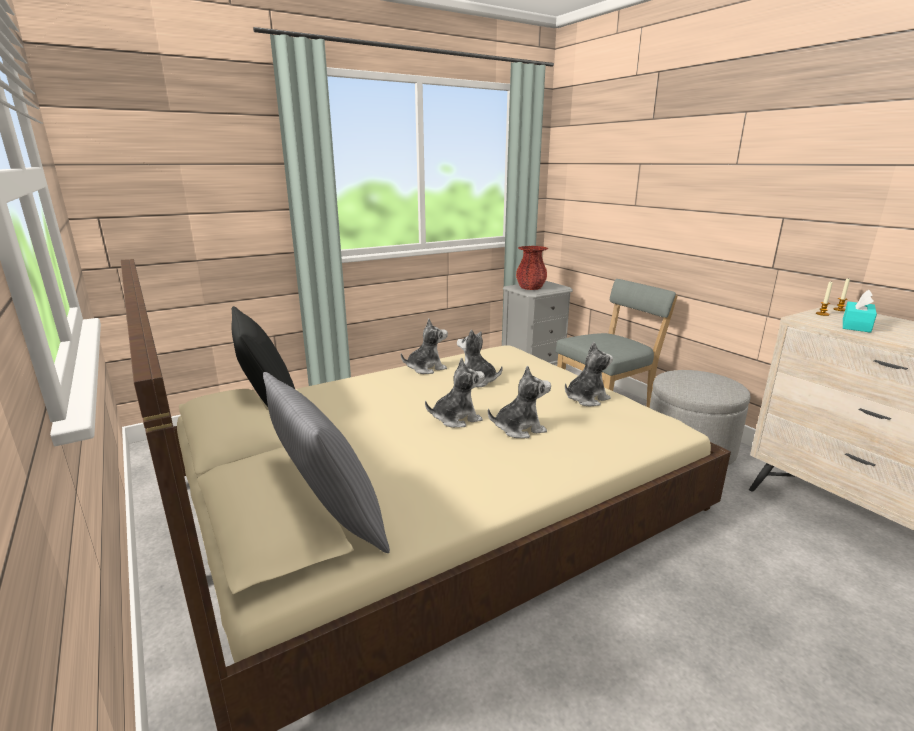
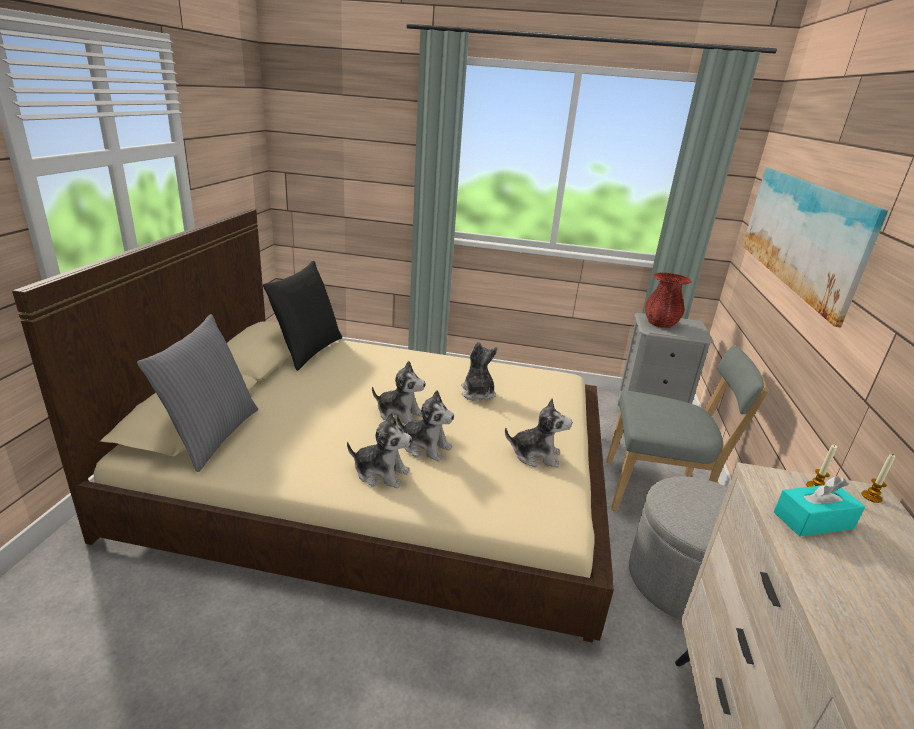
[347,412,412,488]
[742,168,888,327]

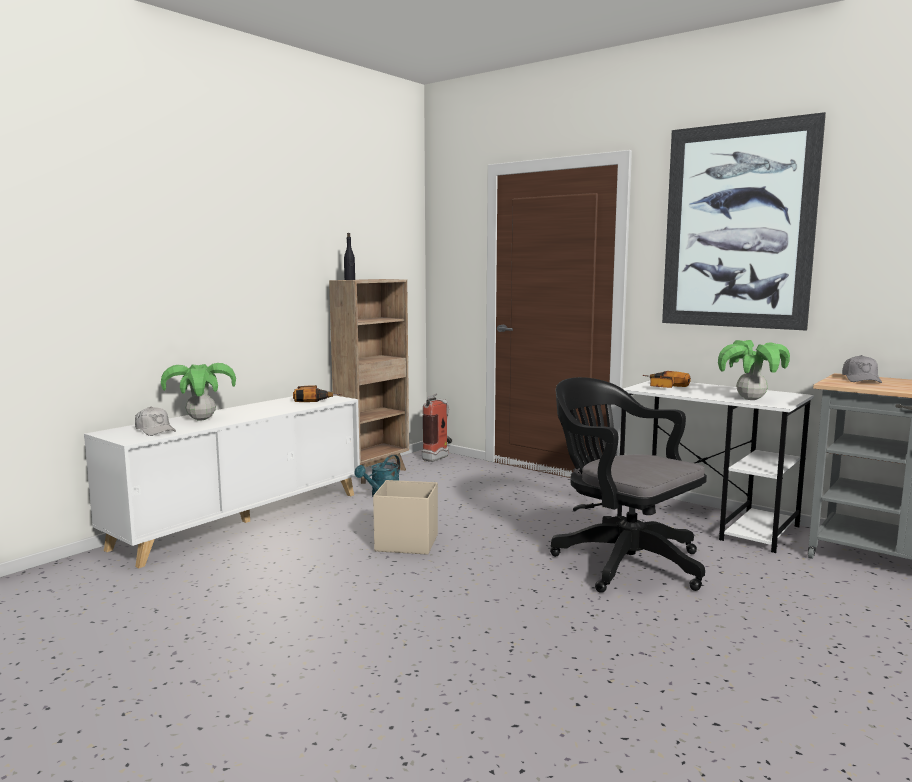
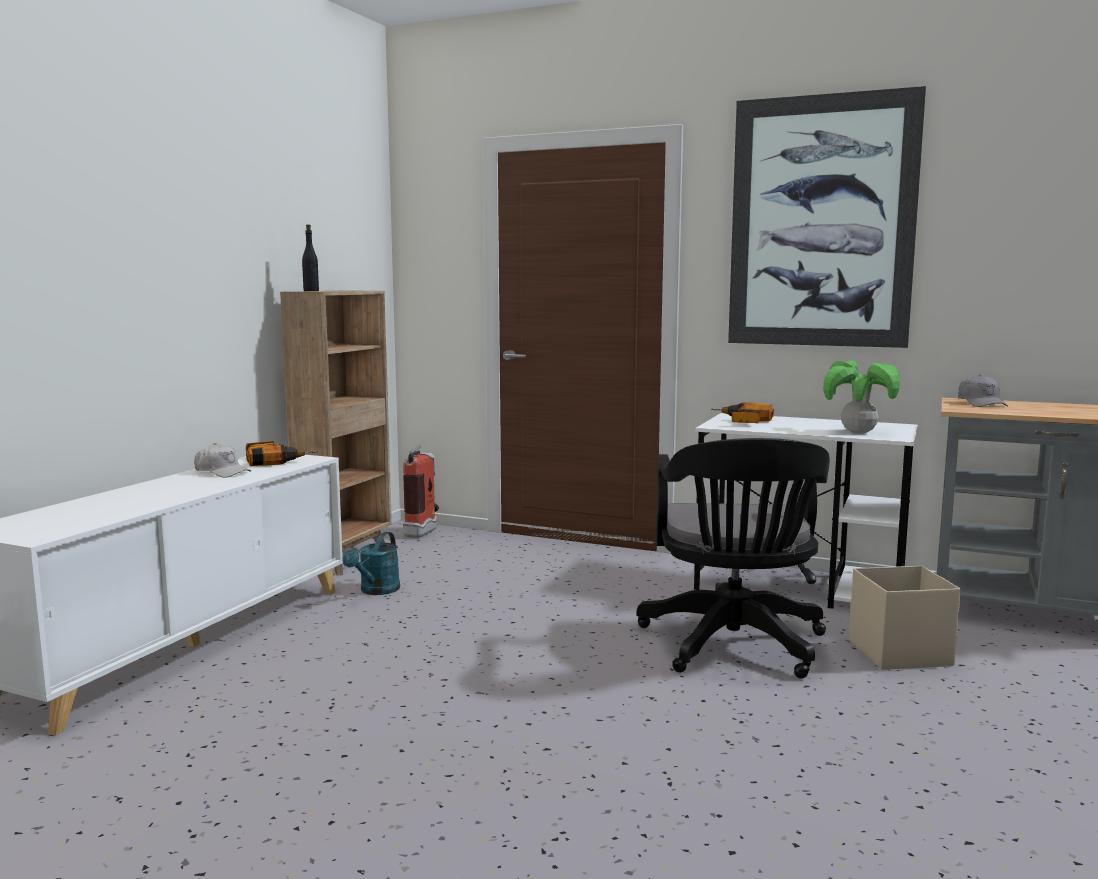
[194,443,251,478]
[161,363,236,420] (first image)
[849,566,961,670]
[637,438,830,679]

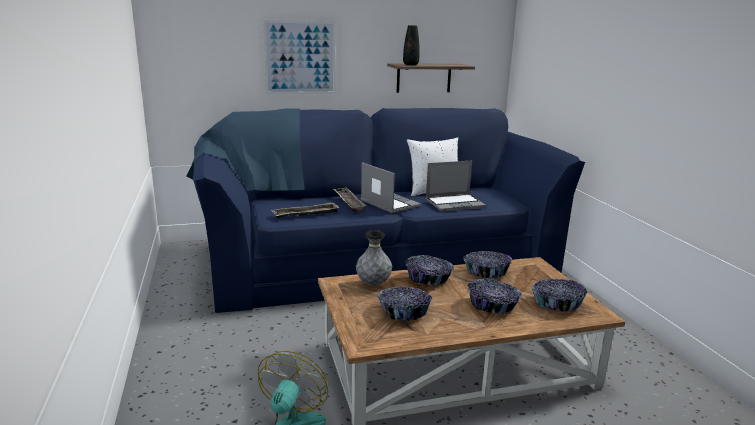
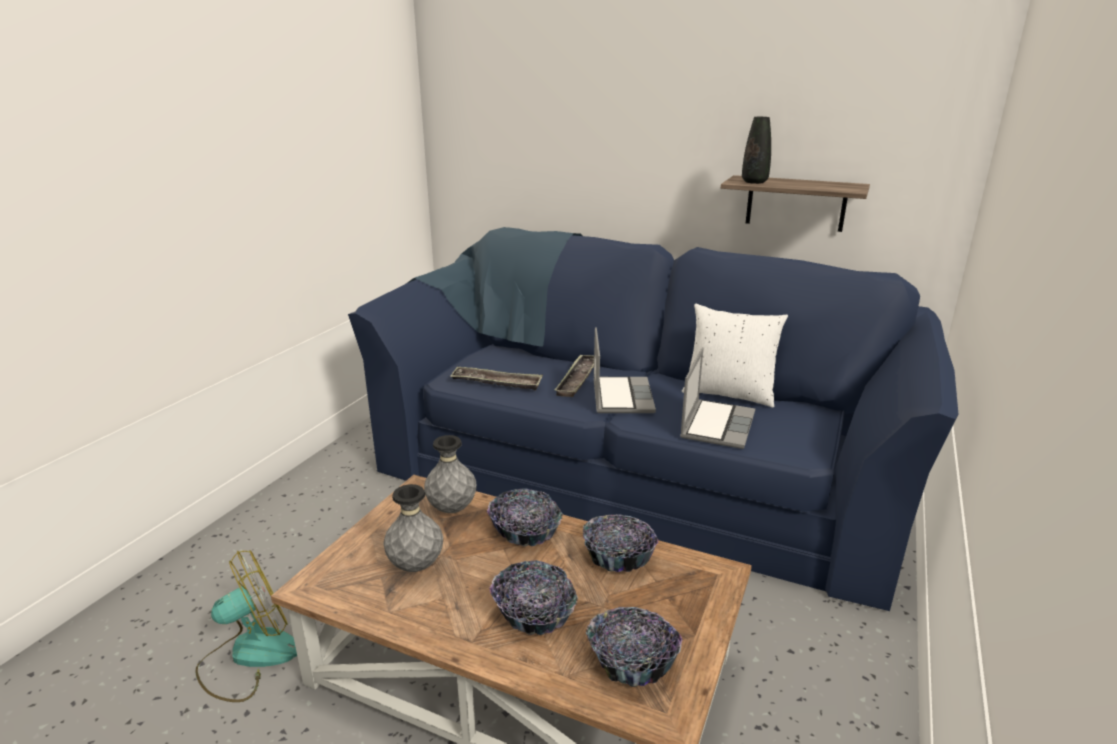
[263,20,335,94] (first image)
[383,484,443,572]
[680,347,755,449]

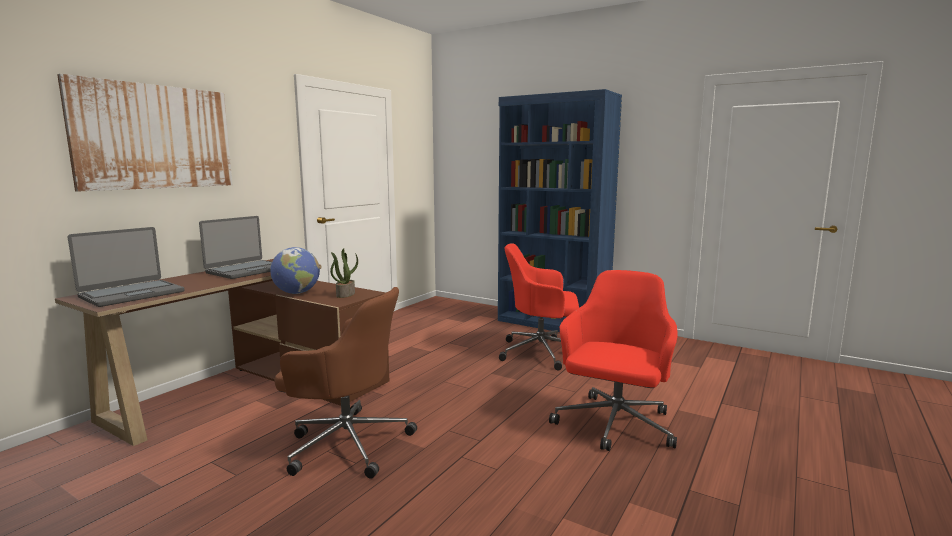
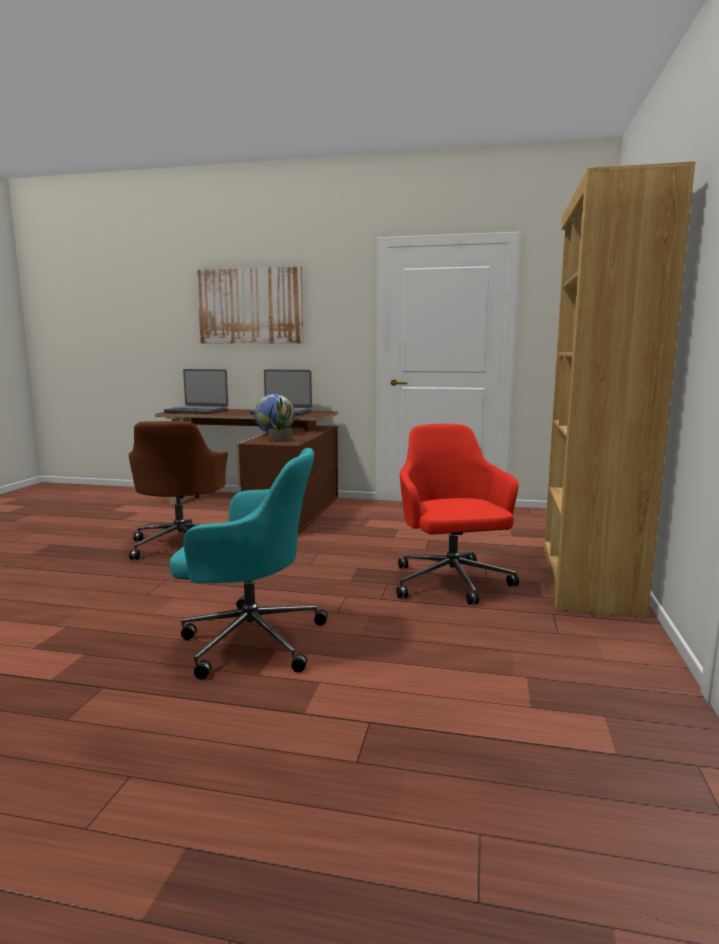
[544,161,695,618]
[169,448,328,680]

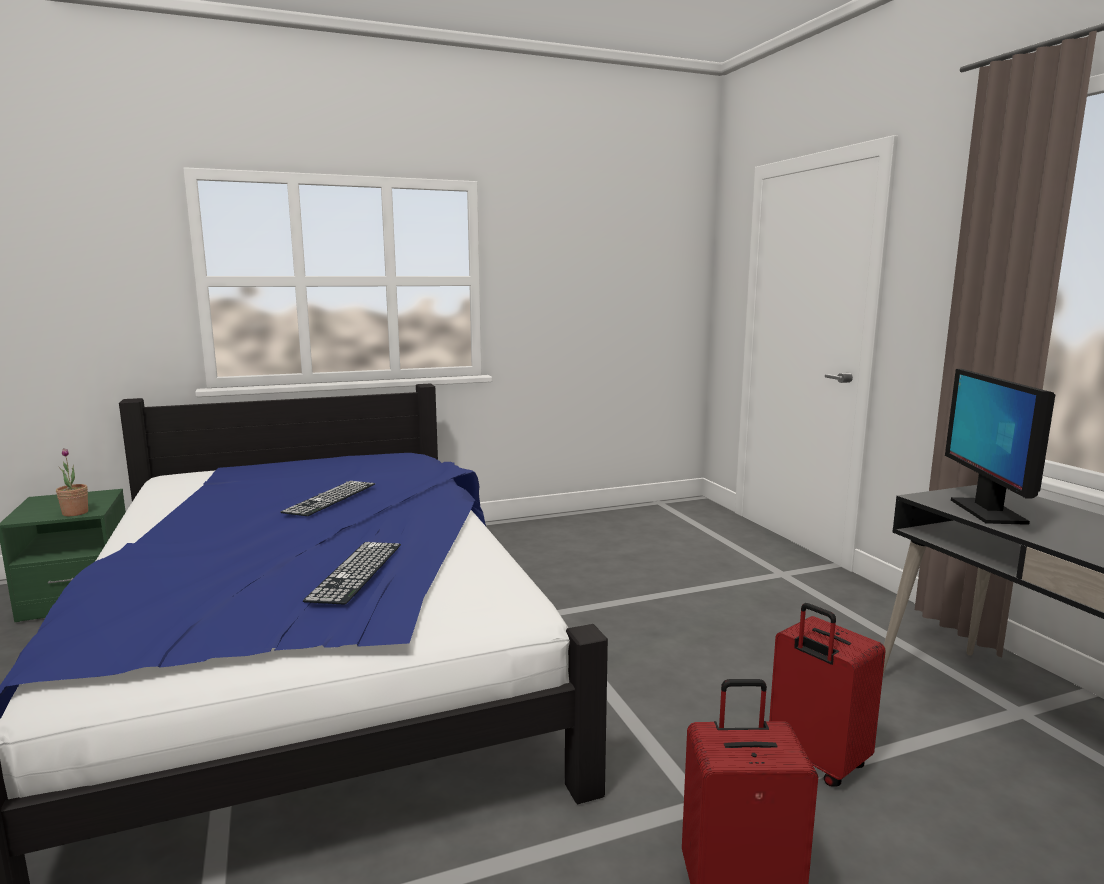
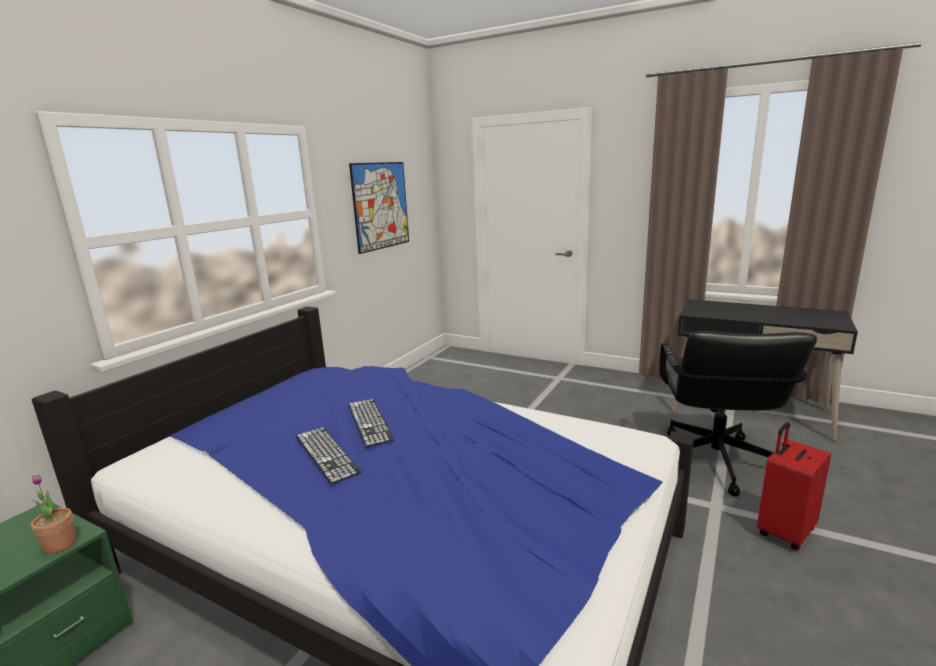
[296,427,362,484]
[659,331,817,497]
[945,369,1055,525] (first image)
[349,162,409,254]

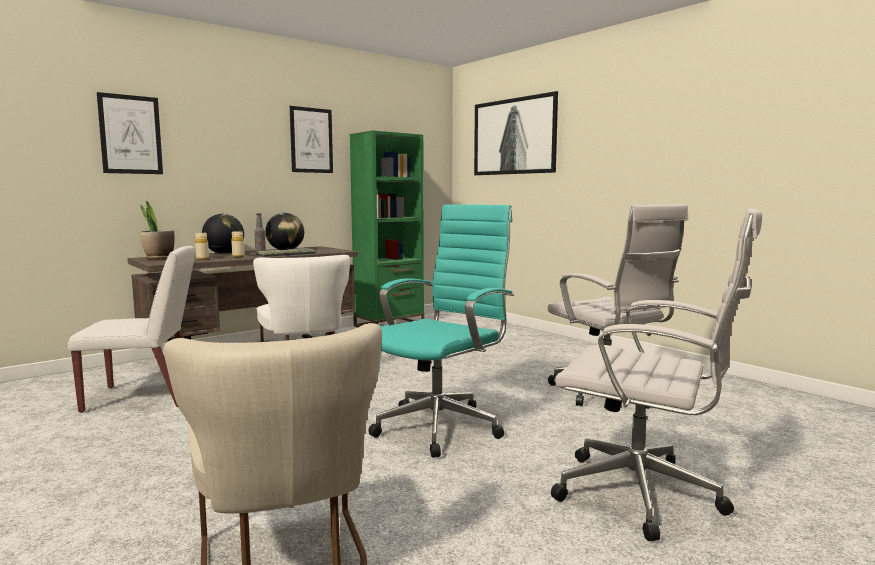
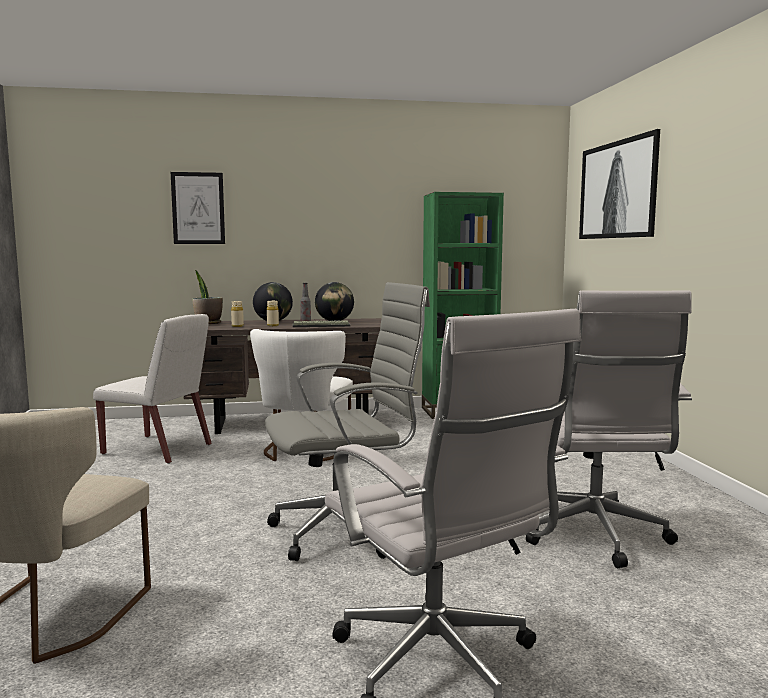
[290,106,333,173] (first image)
[265,282,430,561]

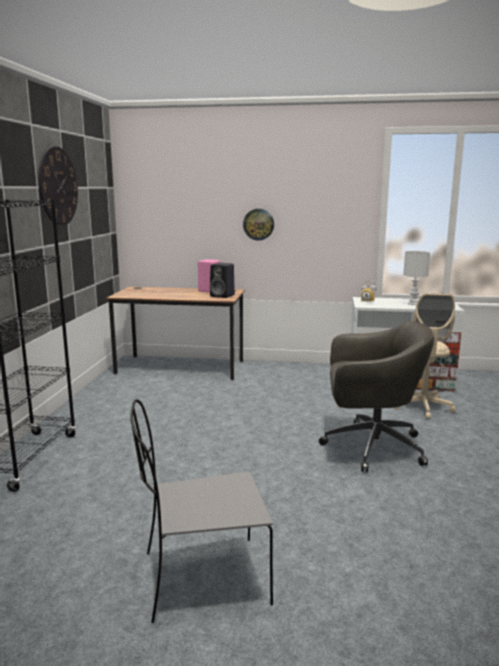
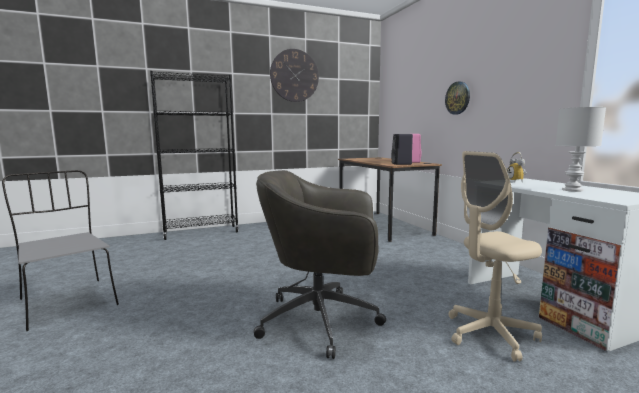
[254,170,386,359]

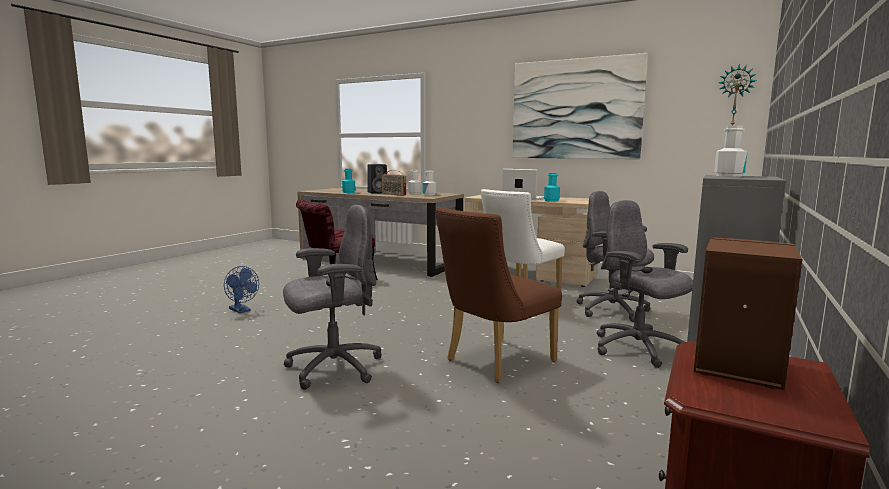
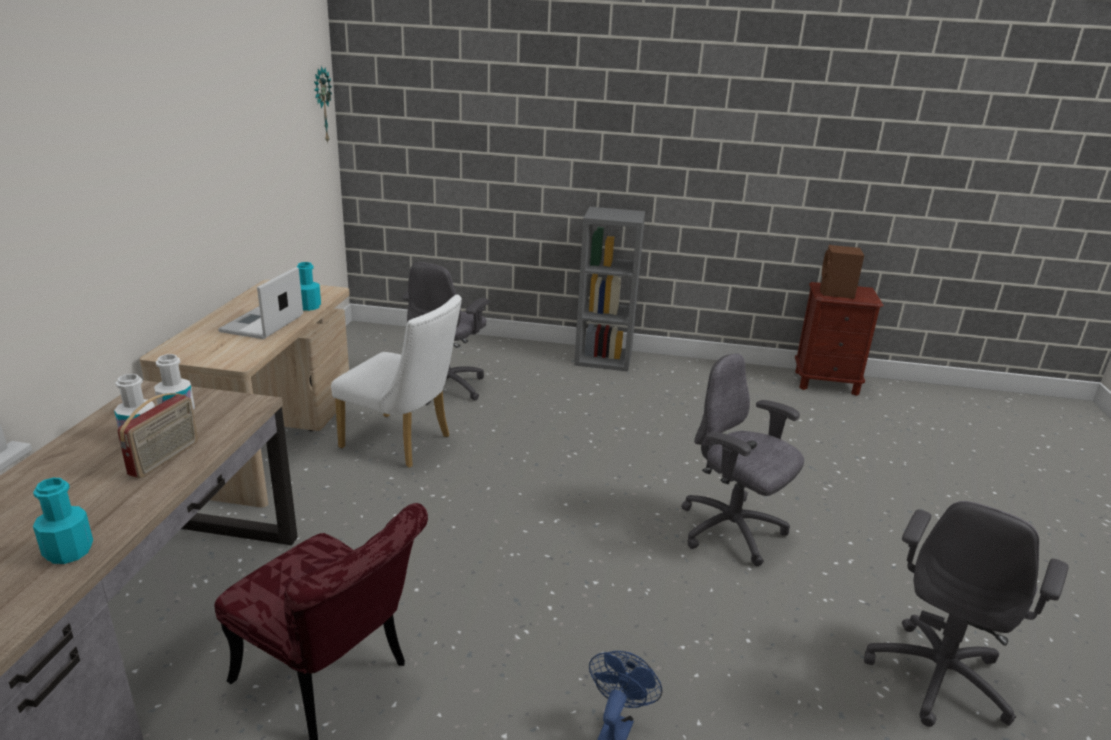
[367,164,387,194] (first image)
[435,207,562,383] (first image)
[512,53,648,159] (first image)
[864,501,1069,727]
[714,126,748,177] (first image)

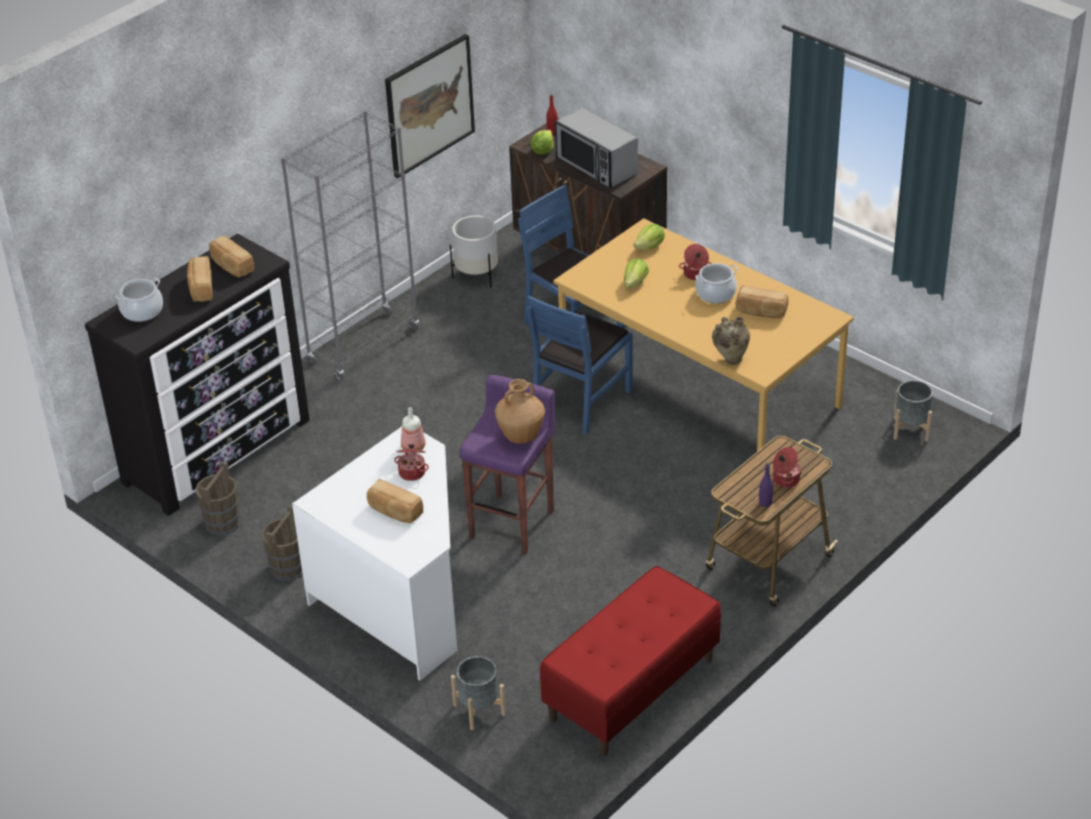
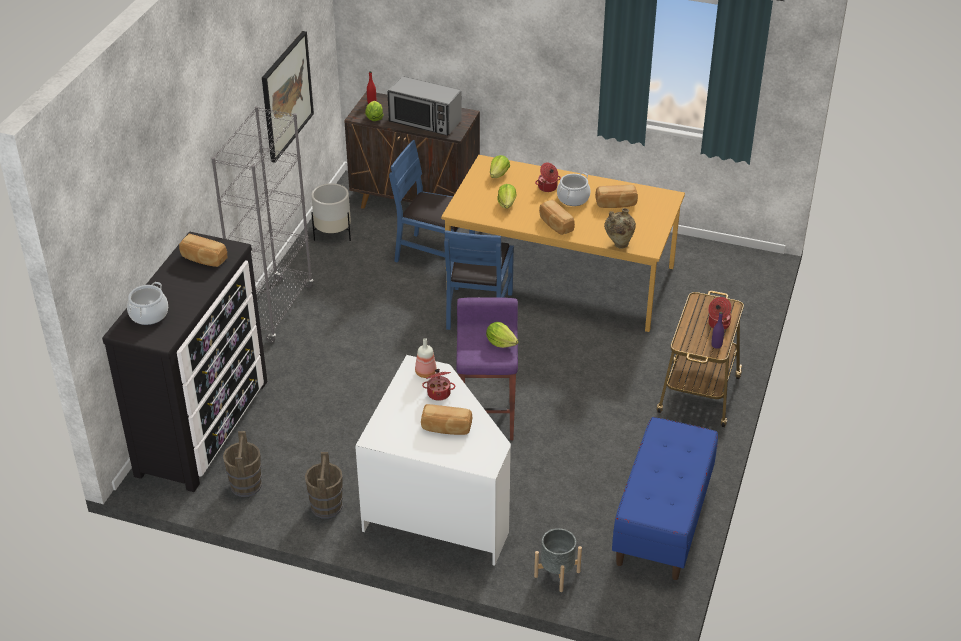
[539,199,575,235]
[486,322,519,348]
[612,417,718,580]
[894,380,933,441] (first image)

